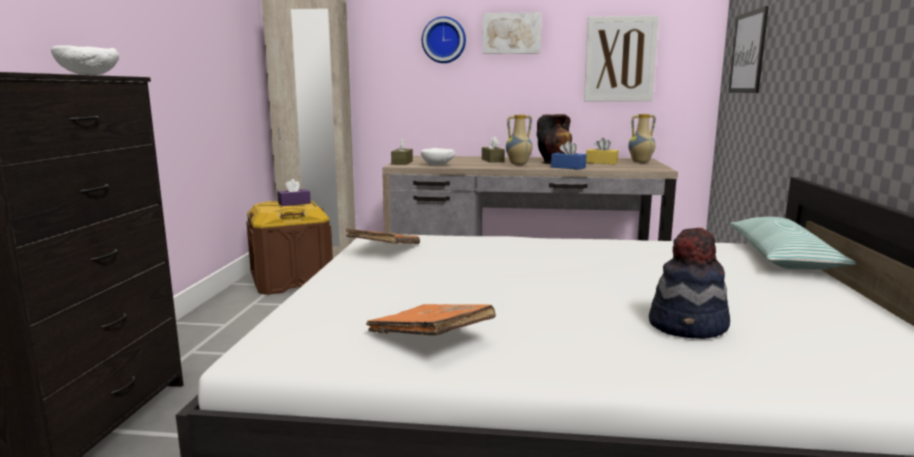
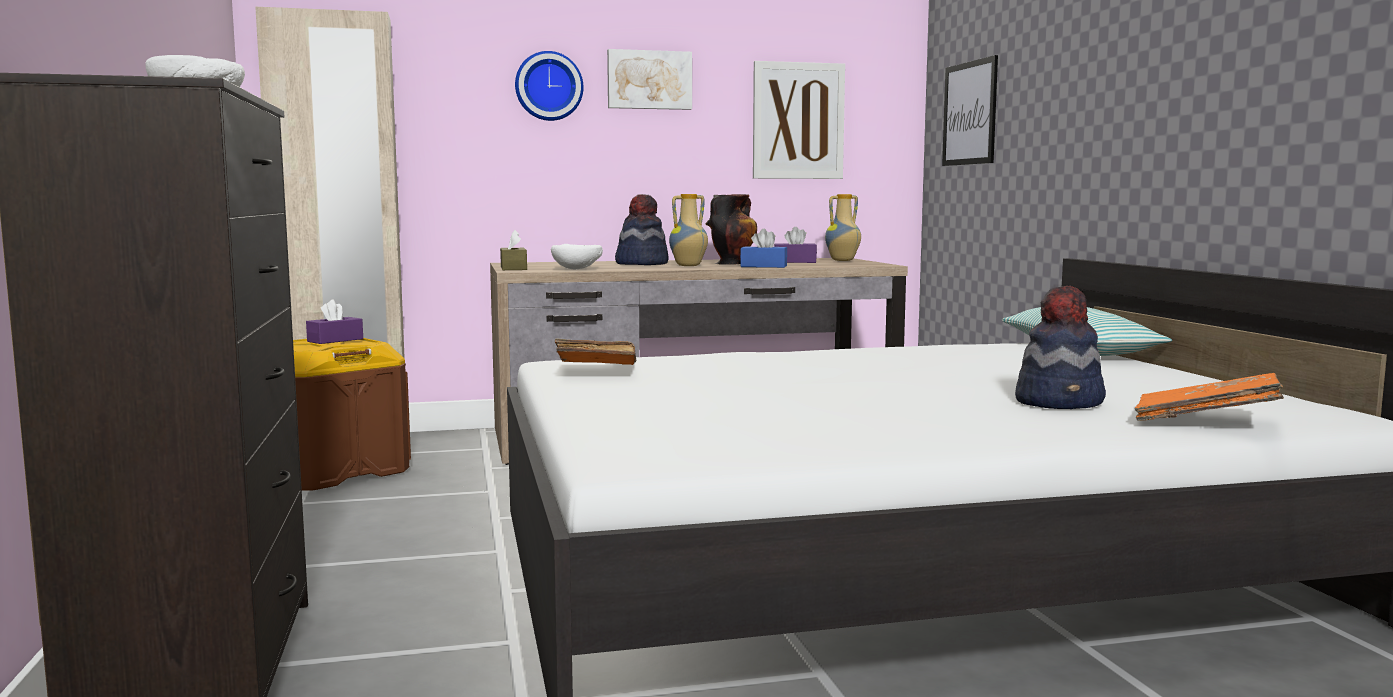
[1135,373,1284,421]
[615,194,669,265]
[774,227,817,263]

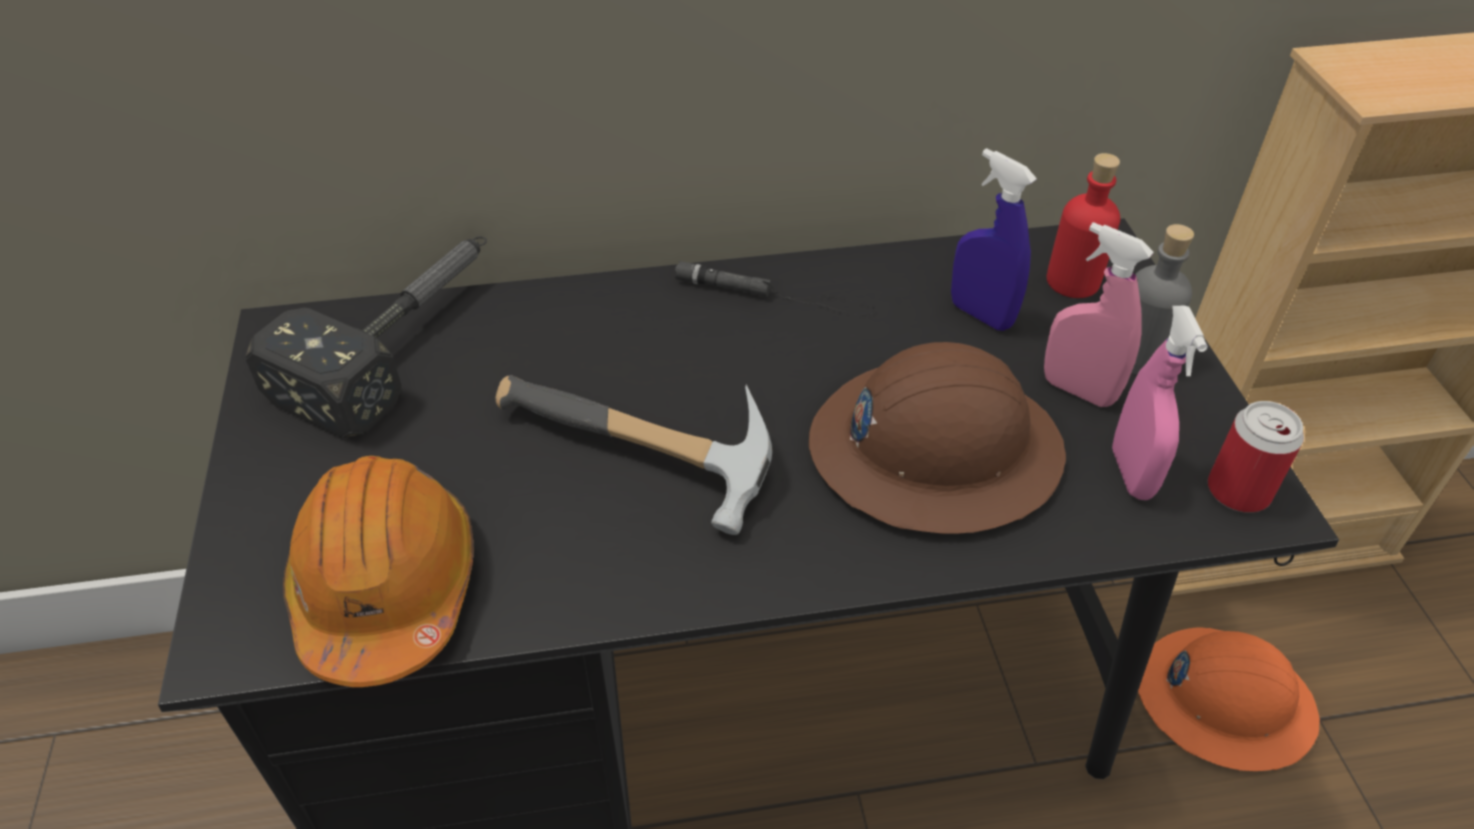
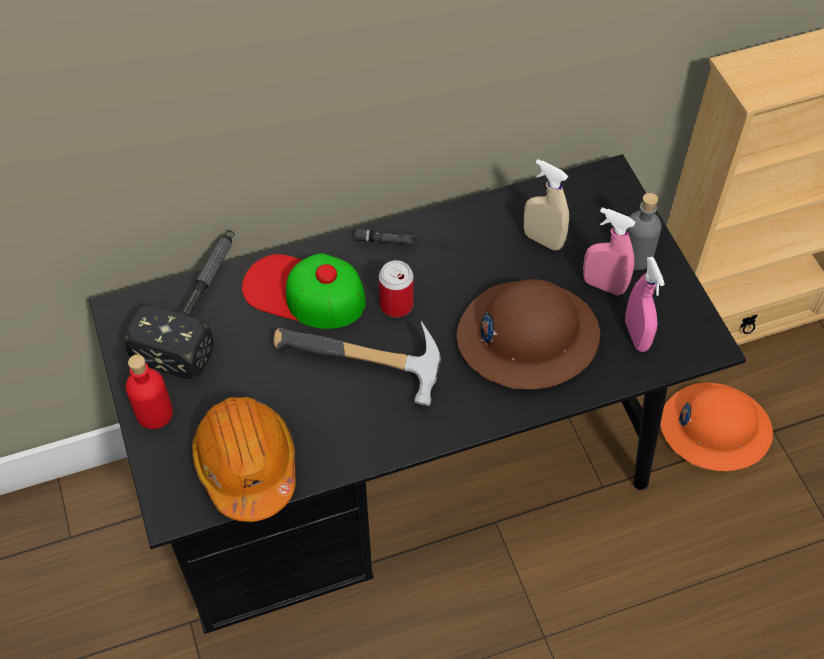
[524,159,569,251]
[125,355,173,429]
[379,260,413,317]
[242,253,366,329]

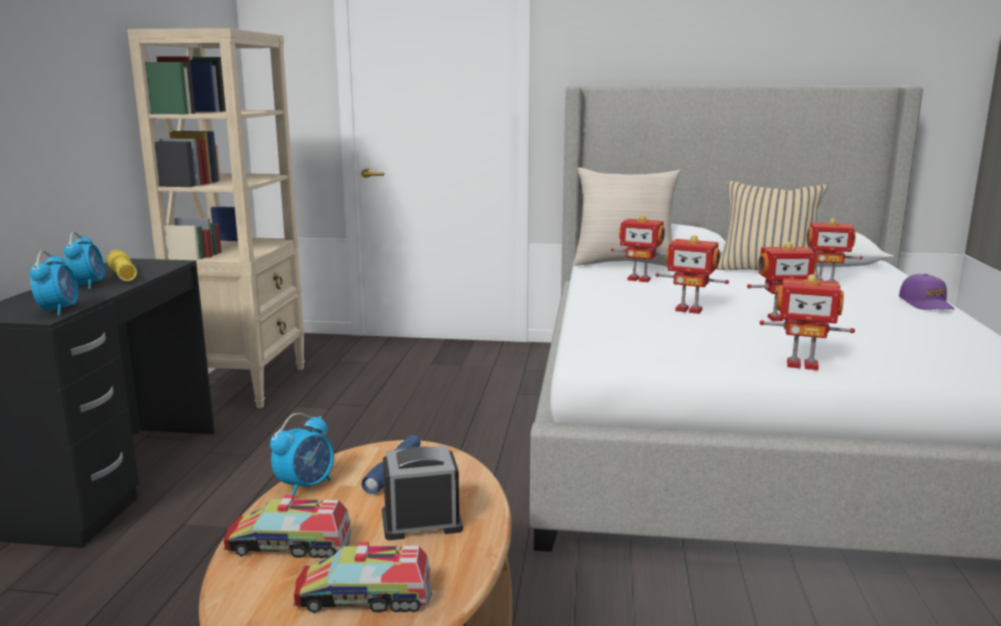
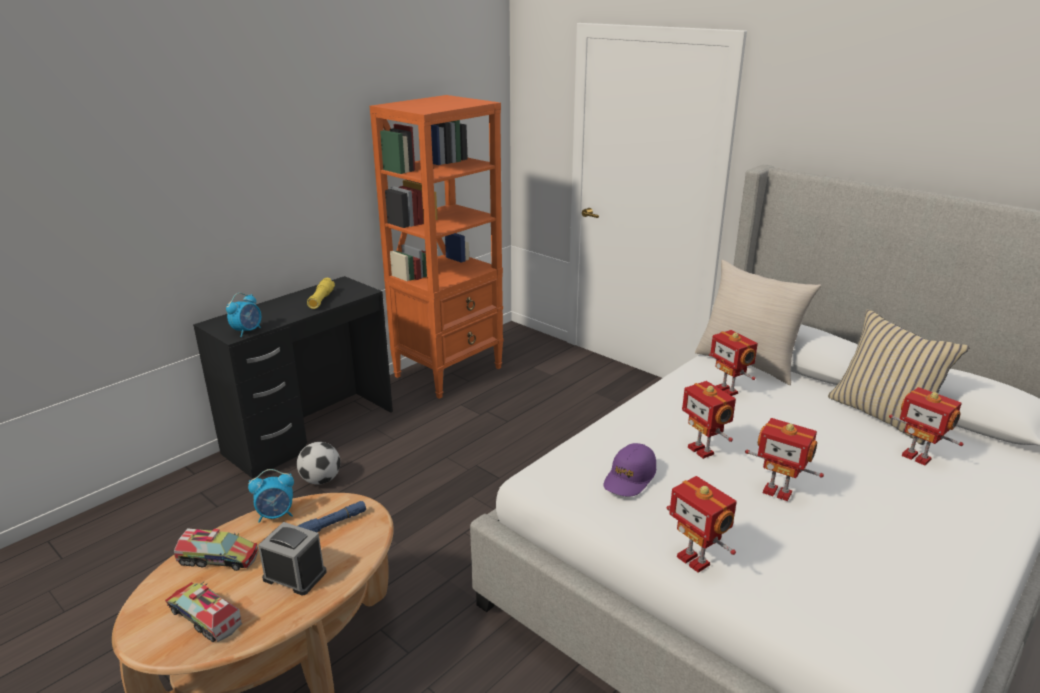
[64,232,105,290] (first image)
[370,95,504,399]
[174,528,259,571]
[603,443,656,497]
[297,442,340,485]

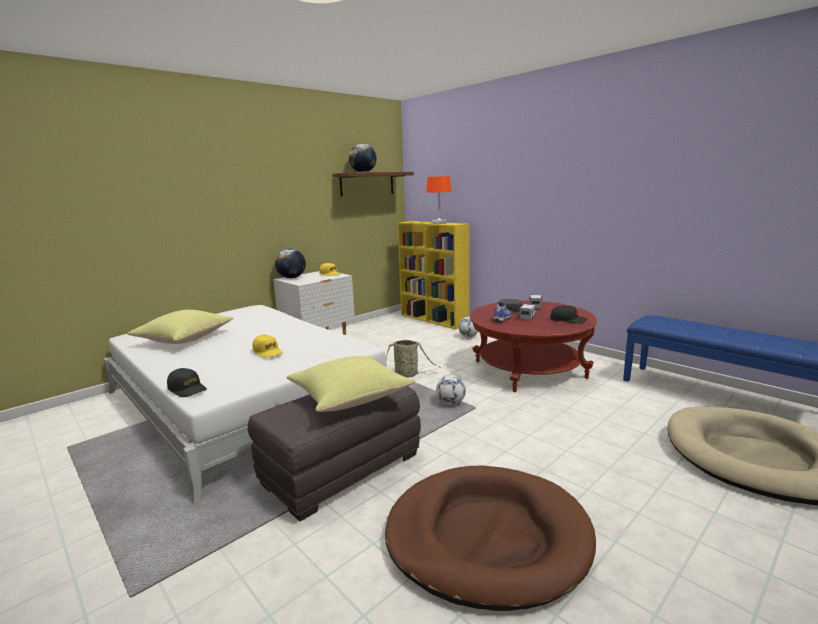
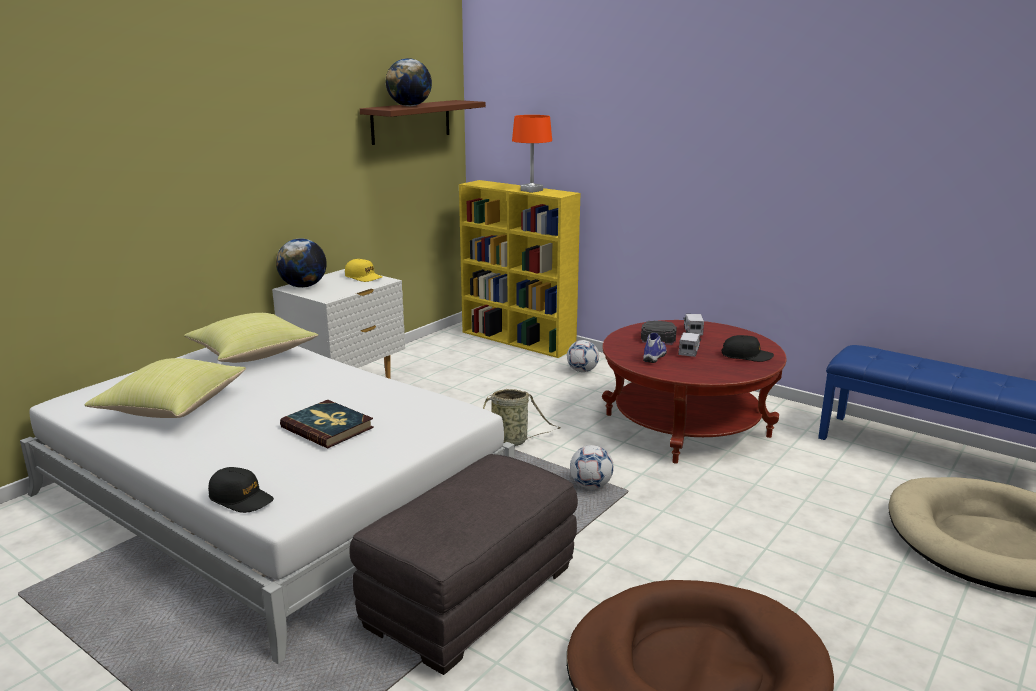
[280,400,374,448]
[184,313,318,363]

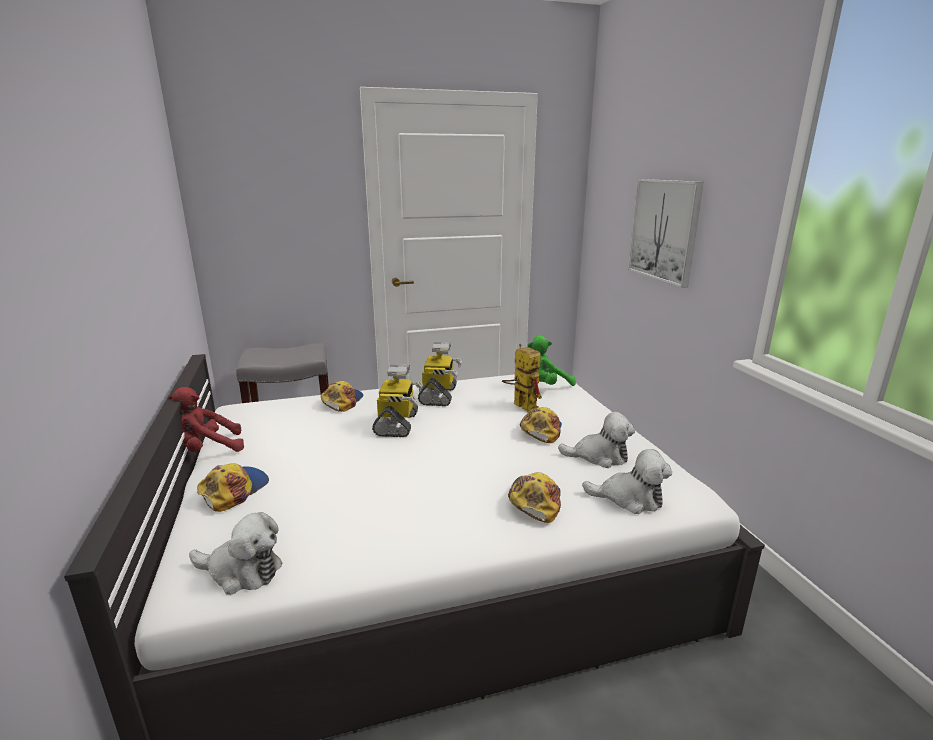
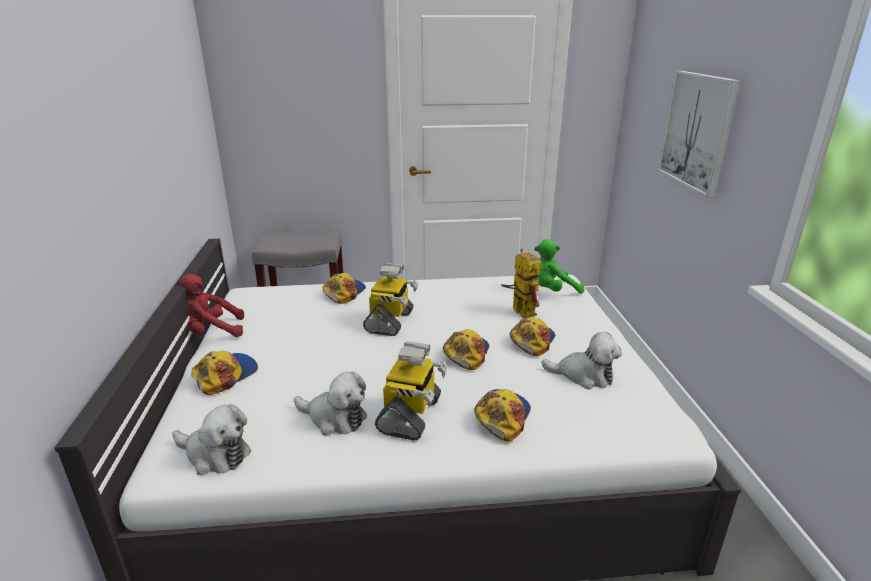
[375,341,448,440]
[294,372,367,436]
[443,329,489,370]

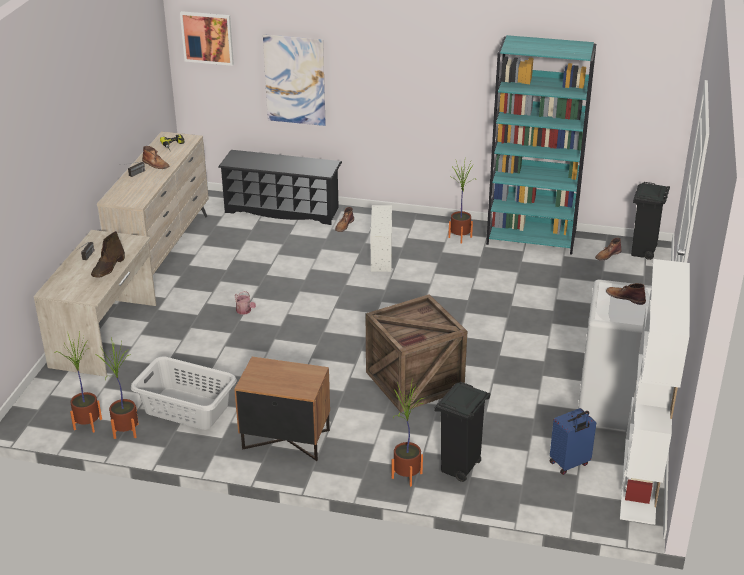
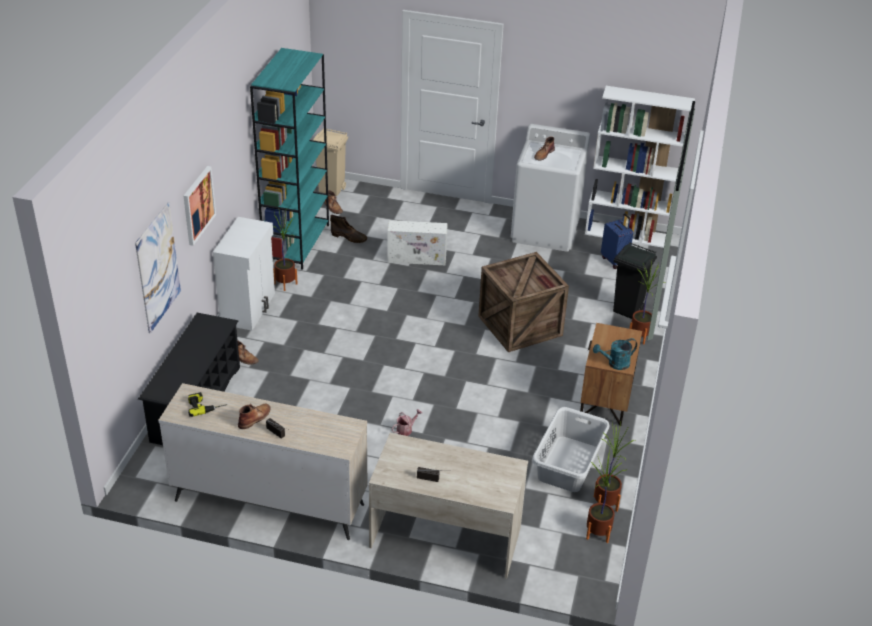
[330,215,367,243]
[184,166,216,246]
[387,220,448,265]
[313,128,348,196]
[213,217,275,331]
[593,338,637,370]

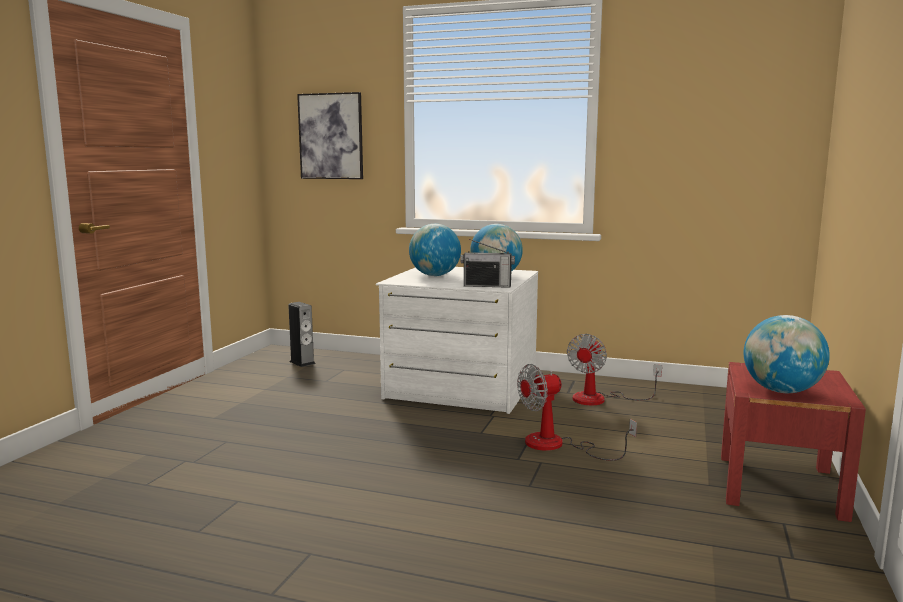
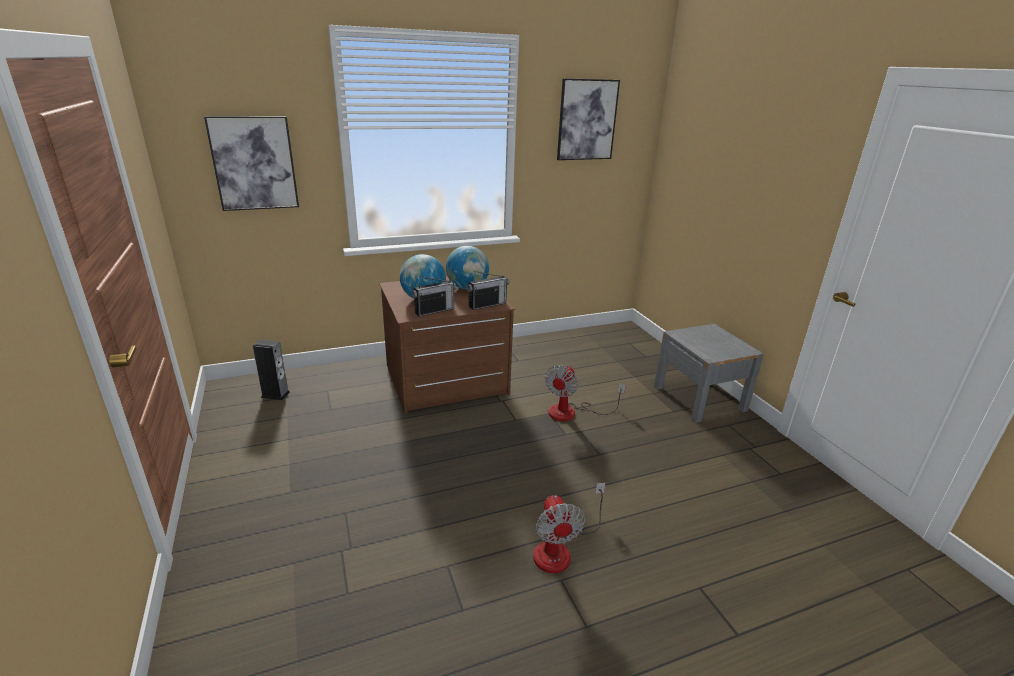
[379,276,515,413]
[533,483,605,573]
[654,324,764,423]
[744,315,830,393] (first image)
[412,276,456,317]
[557,78,620,160]

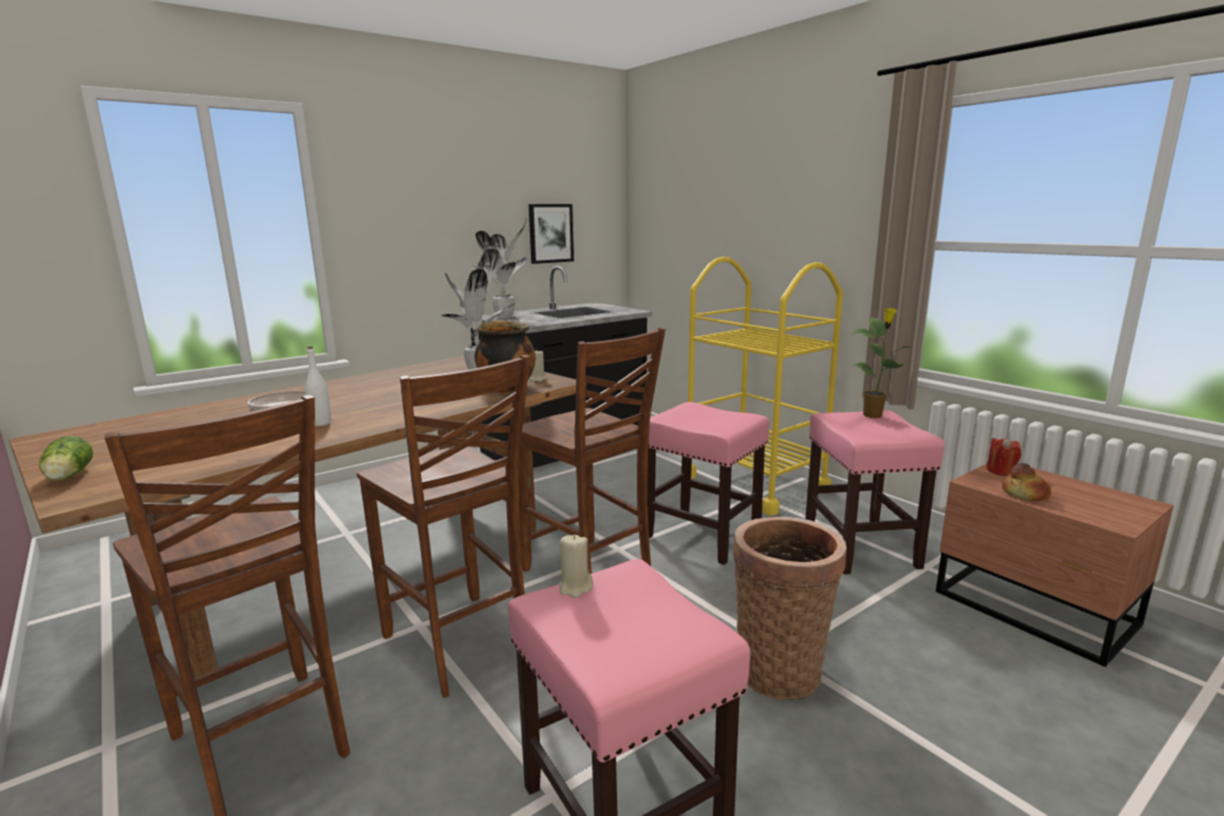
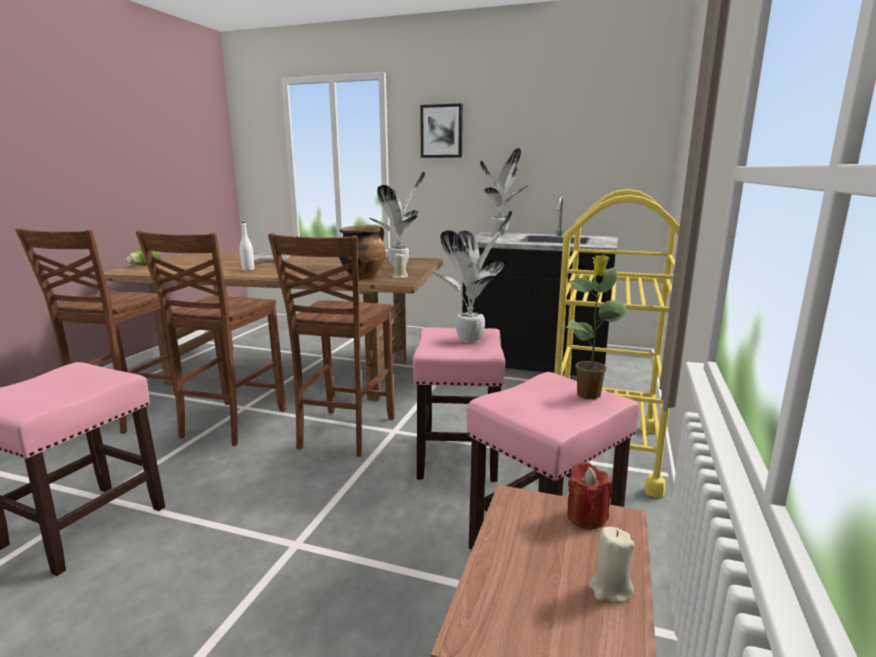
[420,103,463,158]
[589,527,635,603]
[733,517,847,700] (first image)
[1002,463,1051,501] (first image)
[431,211,512,343]

